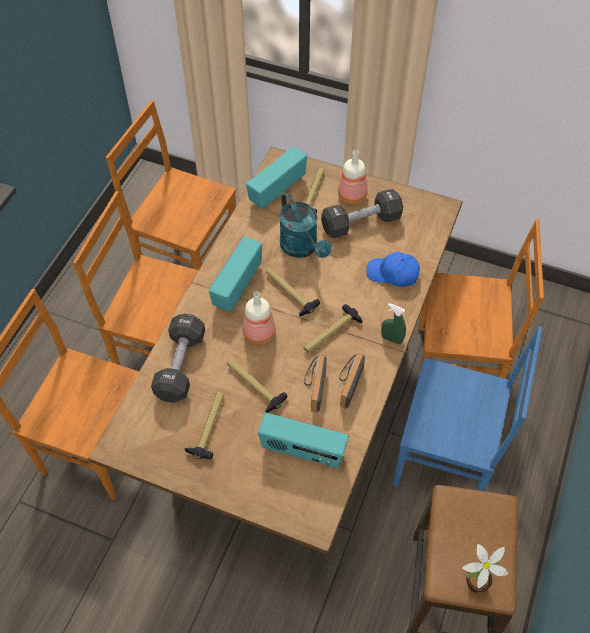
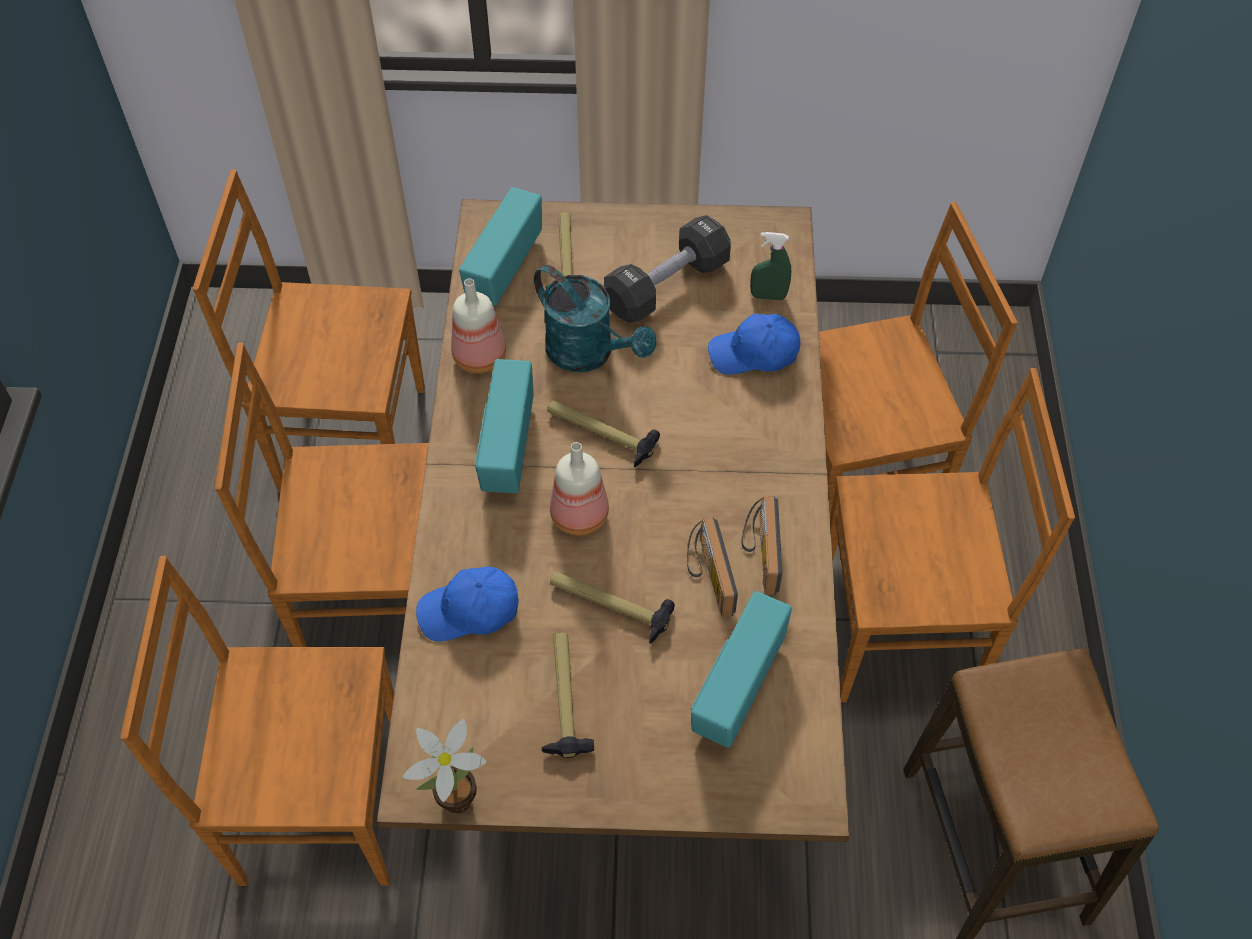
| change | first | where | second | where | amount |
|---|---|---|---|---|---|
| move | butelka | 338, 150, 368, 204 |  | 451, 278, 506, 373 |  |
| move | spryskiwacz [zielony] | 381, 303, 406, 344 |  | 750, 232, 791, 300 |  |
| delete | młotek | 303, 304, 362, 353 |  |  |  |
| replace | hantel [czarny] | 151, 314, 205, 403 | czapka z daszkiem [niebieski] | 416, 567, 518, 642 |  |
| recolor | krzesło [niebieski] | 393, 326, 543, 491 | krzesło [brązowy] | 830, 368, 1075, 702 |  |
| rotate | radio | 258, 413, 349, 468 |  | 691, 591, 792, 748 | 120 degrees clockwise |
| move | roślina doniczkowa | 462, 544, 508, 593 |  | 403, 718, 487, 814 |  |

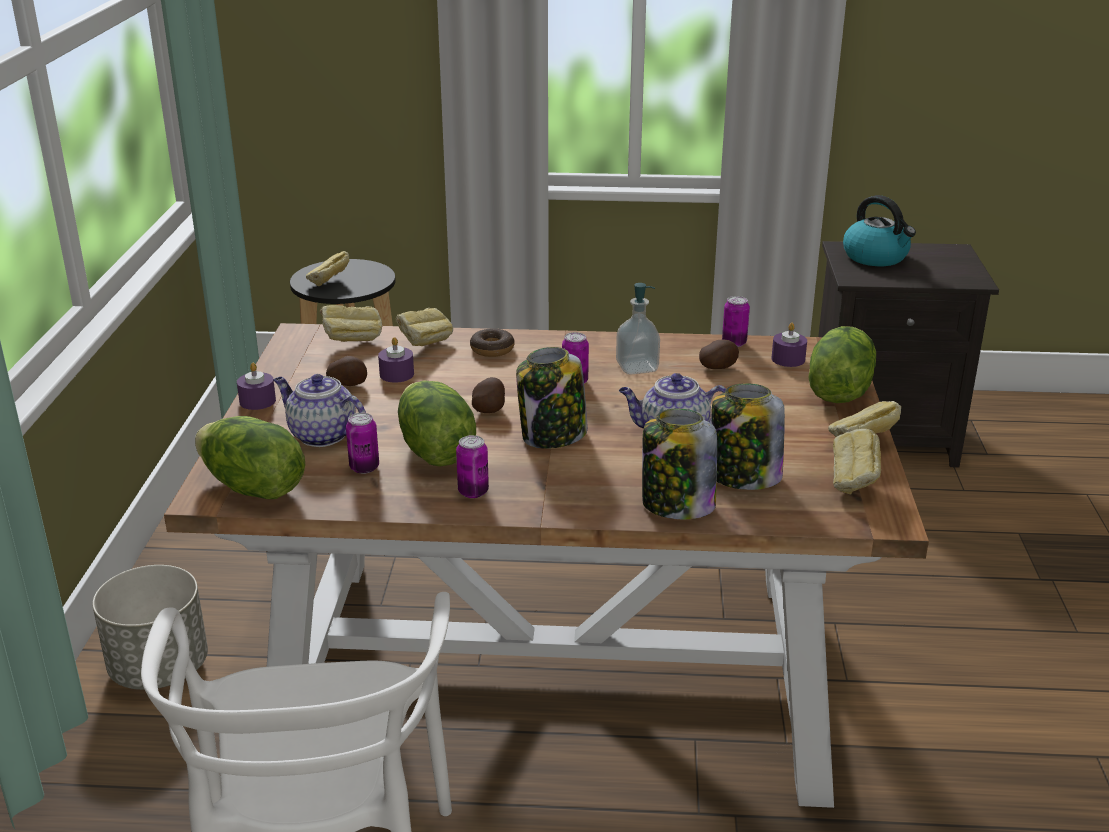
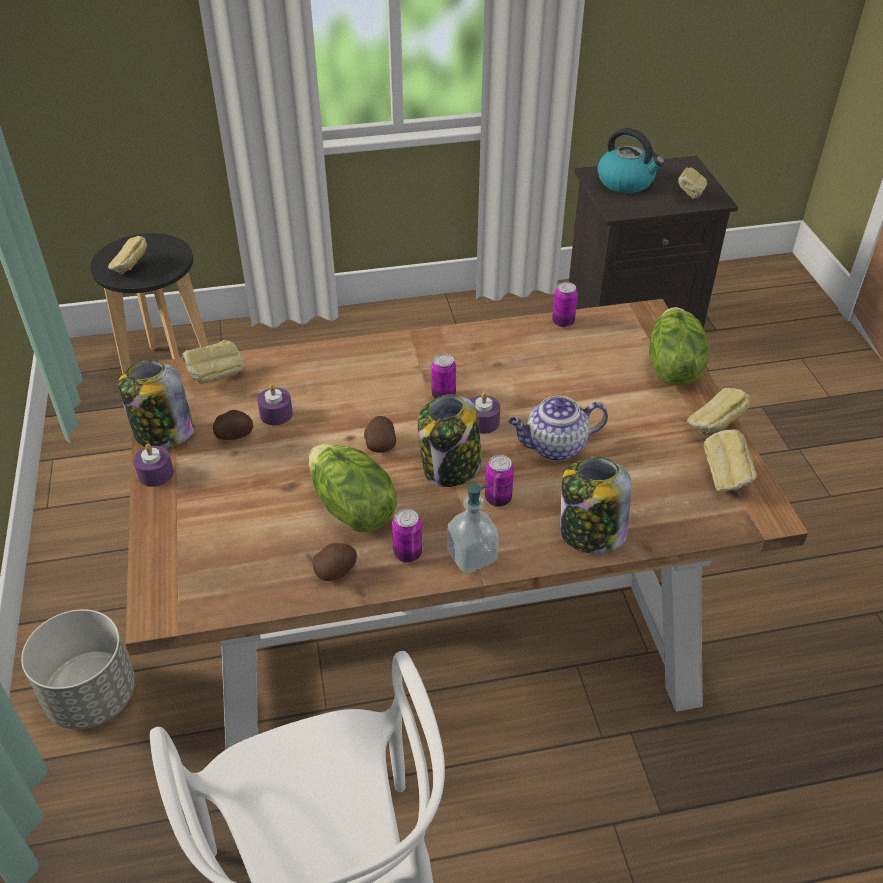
| change | first | where | second | where | amount |
|---|---|---|---|---|---|
| move | dozownik mydła | 616, 283, 660, 375 |  | 447, 484, 499, 573 |  |
| move | chleb | 396, 308, 453, 346 |  | 678, 168, 707, 198 |  |
| move | świeca [fioletowy] | 771, 323, 807, 367 |  | 470, 392, 500, 434 |  |
| delete | donut | 470, 328, 514, 357 |  |  |  |
| move | ziemniak | 699, 339, 739, 369 |  | 313, 543, 357, 581 |  |
| delete | imbryk | 273, 374, 366, 447 |  |  |  |
| move | słoik | 711, 383, 785, 490 |  | 118, 360, 195, 448 |  |
| move | puszka | 346, 413, 379, 474 |  | 485, 455, 514, 507 |  |
| delete | sałata | 195, 416, 305, 499 |  |  |  |

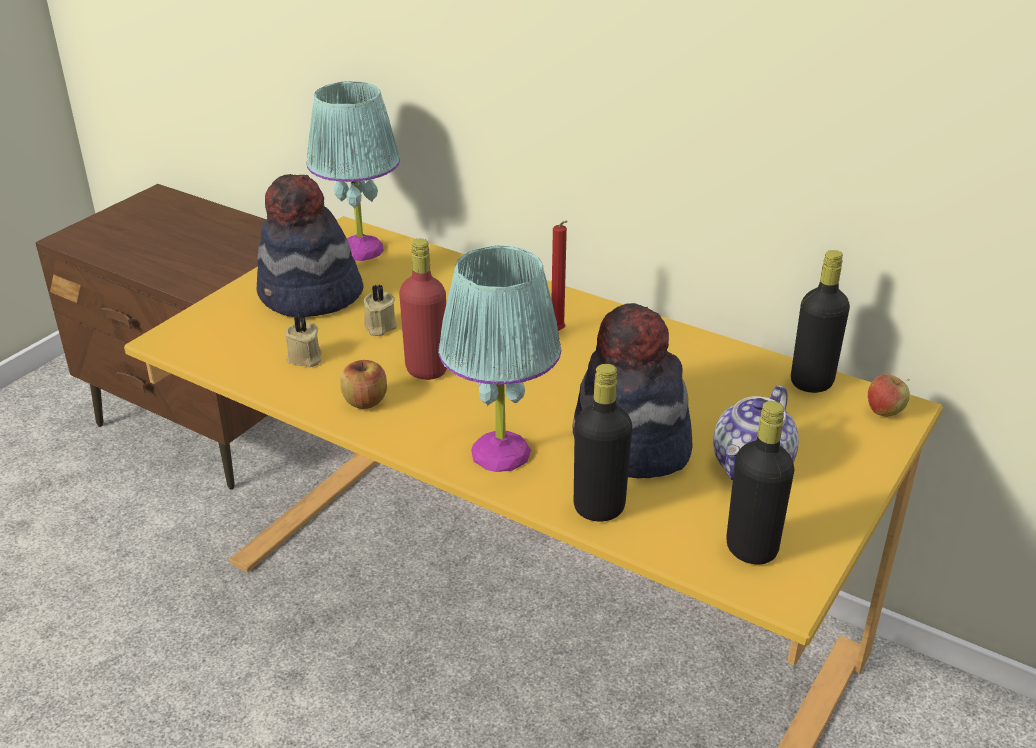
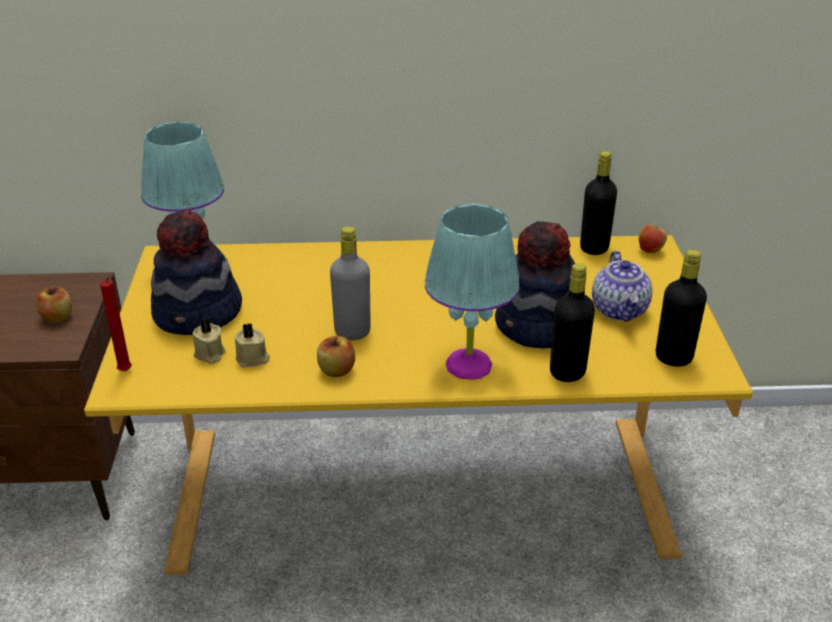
| change | first | where | second | where | amount |
|---|---|---|---|---|---|
| move | świeca [czerwony] | 552, 221, 568, 331 |  | 100, 275, 132, 371 |  |
| recolor | butelka [czerwony] | 399, 239, 447, 380 | butelka [szary] | 330, 226, 371, 340 |  |
| move | świeca [beżowy] | 364, 285, 397, 336 |  | 192, 319, 225, 364 |  |
| insert |  |  | jabłko | 36, 287, 72, 323 |  |

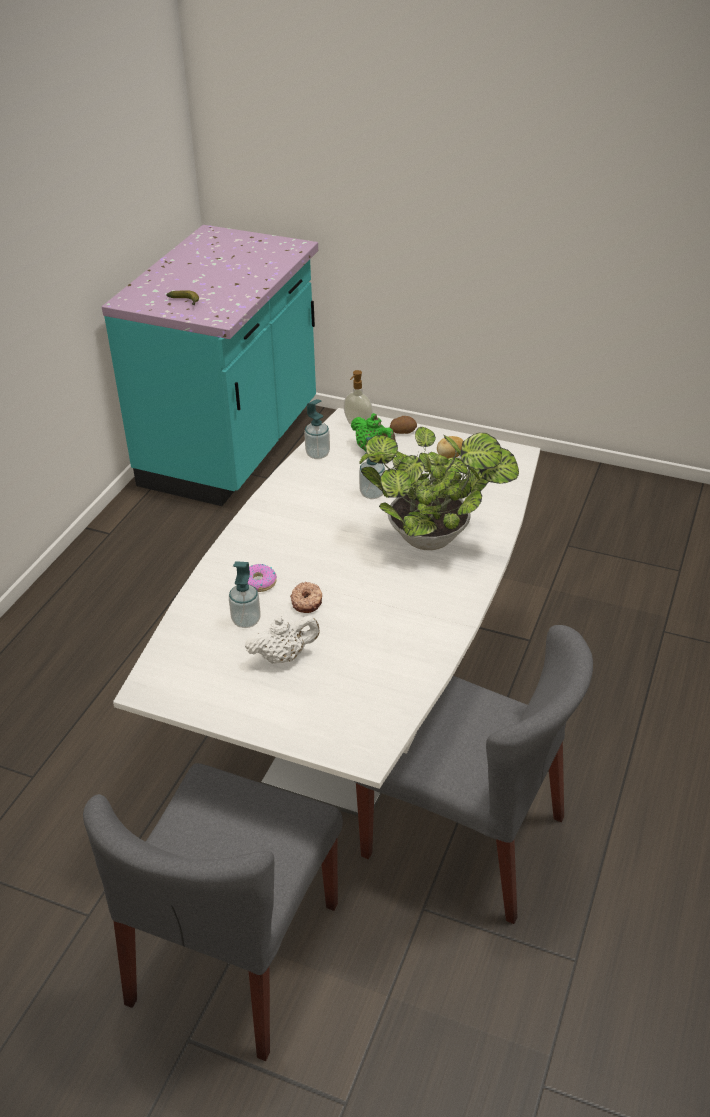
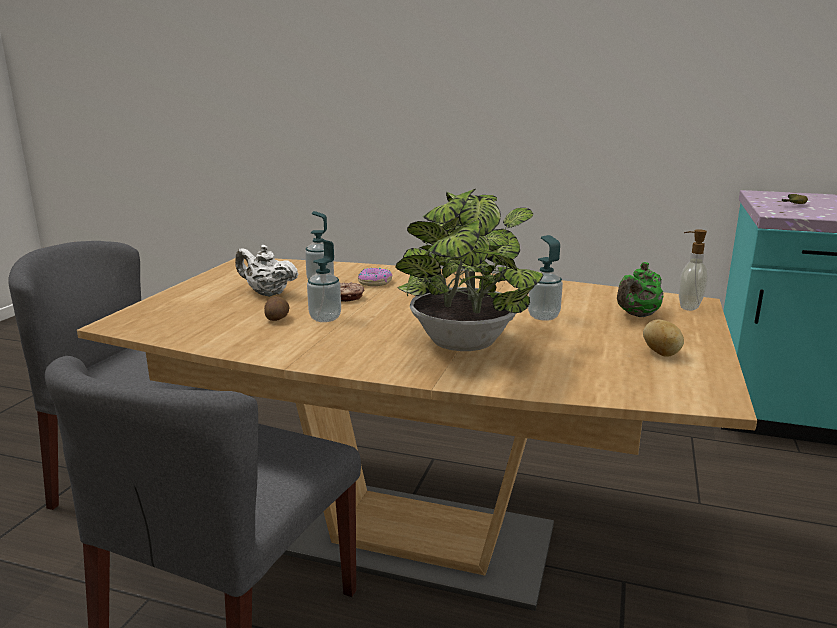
| change | first | where | second | where | amount |
|---|---|---|---|---|---|
| move | dozownik mydła | 304, 399, 330, 459 |  | 307, 238, 341, 322 |  |
| recolor | stół jadalny [biały] | 113, 408, 540, 816 | stół jadalny [brązowy] | 77, 258, 757, 611 |  |
| move | ziemniak | 390, 416, 417, 434 |  | 264, 296, 290, 321 |  |
| rotate | imbryk [biały] | 245, 616, 320, 664 |  | 235, 245, 299, 297 | 135 degrees clockwise |

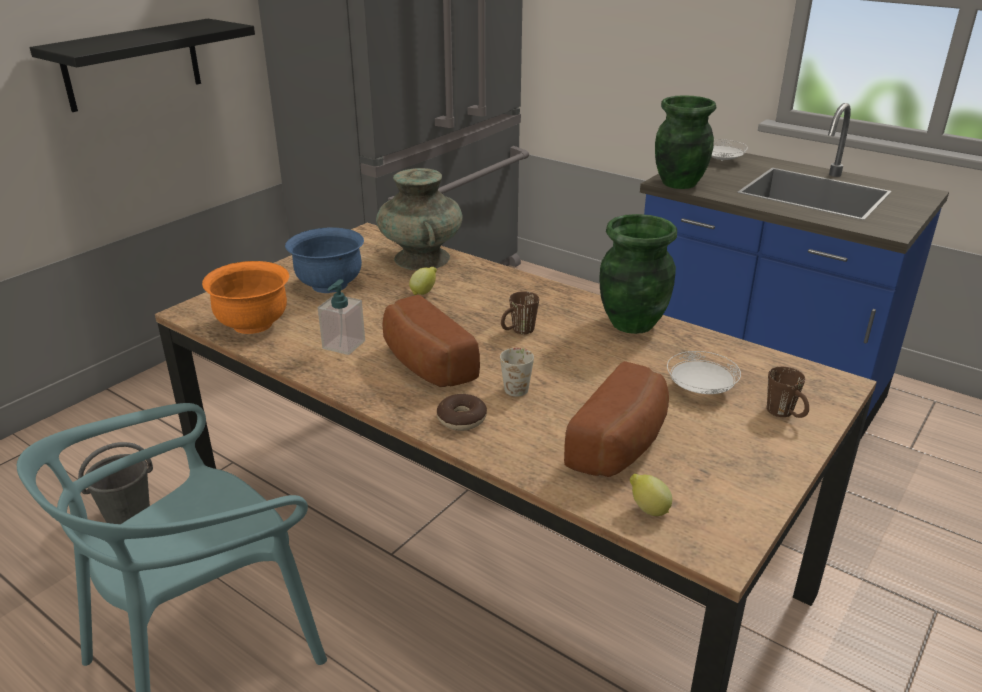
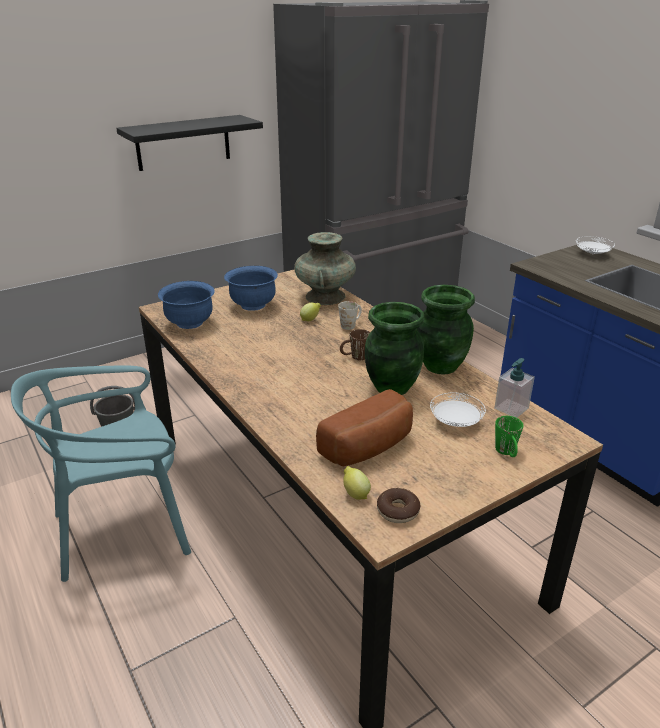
| change | first | where | second | where | amount |
|---|---|---|---|---|---|
| move | wazon [zielony] | 655, 95, 716, 189 |  | 365, 302, 424, 395 |  |
| recolor | miska [pomarańczowy] | 202, 261, 289, 334 | miska [niebieski] | 158, 281, 215, 329 |  |
| move | dozownik mydła | 318, 279, 365, 355 |  | 494, 358, 535, 418 |  |
| delete | chleb | 382, 295, 480, 387 |  |  |  |
| move | kubek [biały] | 500, 348, 534, 397 |  | 338, 301, 362, 330 |  |
| recolor | kubek [brązowy] | 767, 367, 809, 418 | kubek [zielony] | 495, 416, 524, 457 |  |
| move | donut | 437, 394, 487, 431 |  | 377, 488, 421, 523 |  |

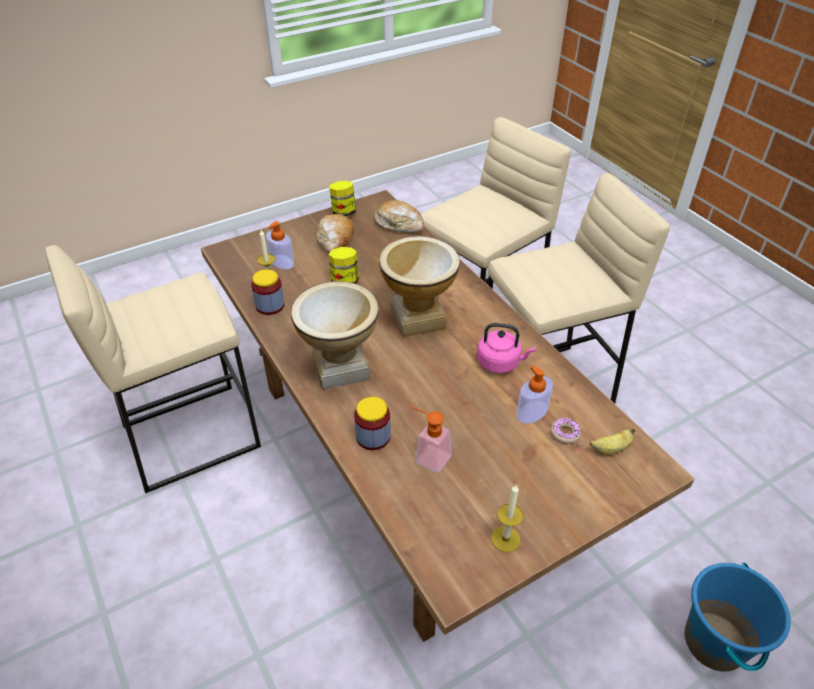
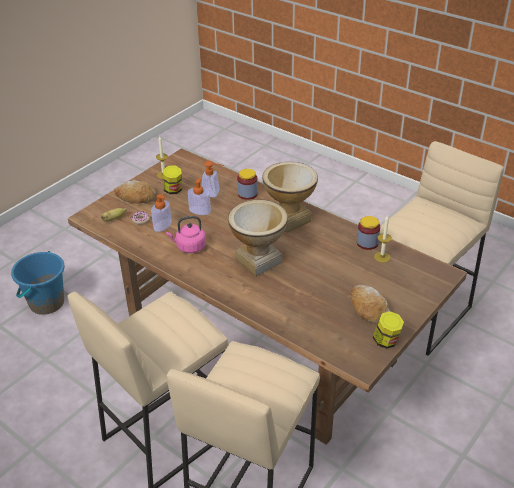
| change | first | where | second | where | amount |
|---|---|---|---|---|---|
| move | chleb | 374, 200, 424, 233 |  | 114, 180, 156, 204 |  |
| move | dozownik mydła | 266, 221, 294, 269 |  | 188, 178, 211, 215 |  |
| move | słoik | 329, 247, 359, 283 |  | 163, 165, 182, 194 |  |

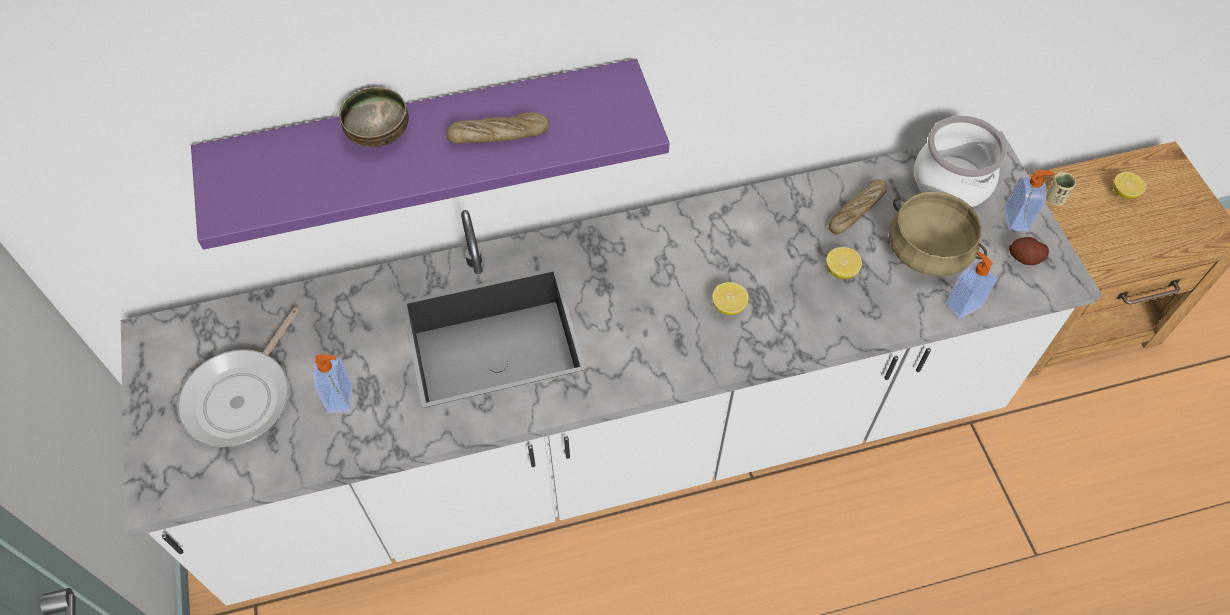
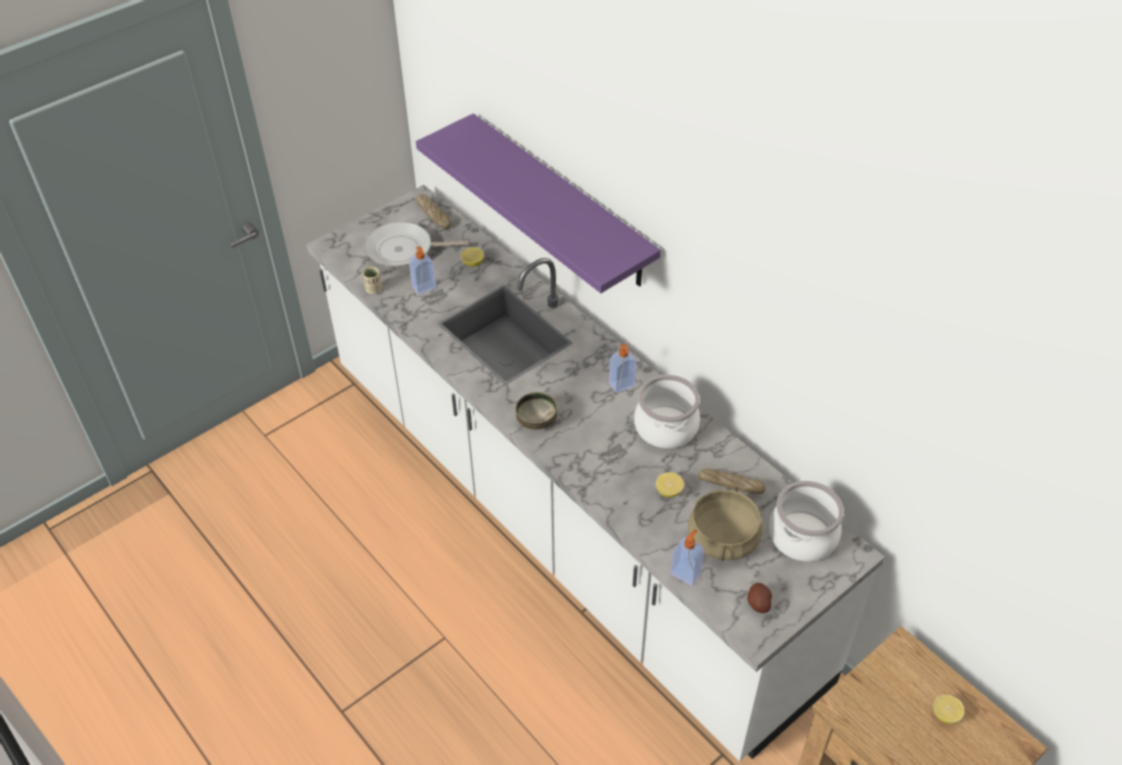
| change | first | where | second | where | amount |
|---|---|---|---|---|---|
| move | miska | 339, 87, 409, 147 |  | 515, 392, 558, 430 |  |
| move | chleb | 446, 112, 549, 143 |  | 416, 195, 451, 229 |  |
| move | dozownik mydła | 1004, 170, 1054, 231 |  | 609, 343, 637, 393 |  |
| move | filiżanka [beżowy] | 1046, 172, 1076, 206 |  | 363, 267, 382, 294 |  |
| move | cytryna | 712, 282, 749, 315 |  | 461, 247, 484, 267 |  |
| insert |  |  | garnek | 634, 375, 700, 449 |  |

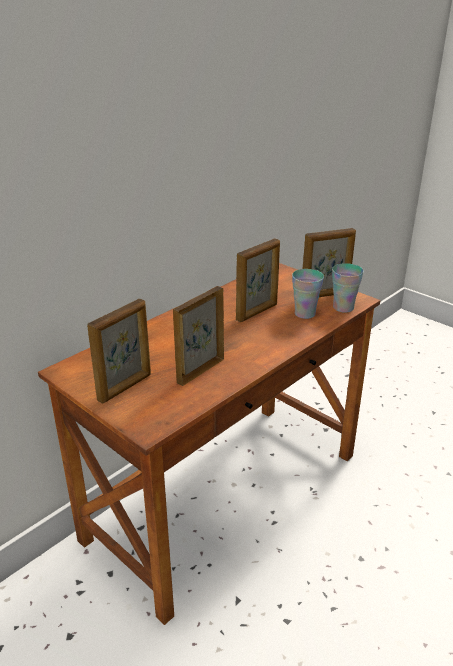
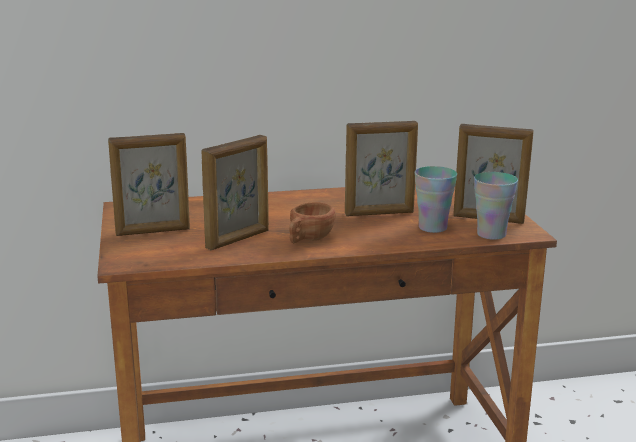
| change | first | where | second | where | amount |
|---|---|---|---|---|---|
| rotate | ramka na zdjęcie | 173, 286, 224, 386 |  | 201, 135, 269, 250 | 150 degrees clockwise |
| insert |  |  | filiżanka [brązowy] | 289, 202, 336, 243 |  |

